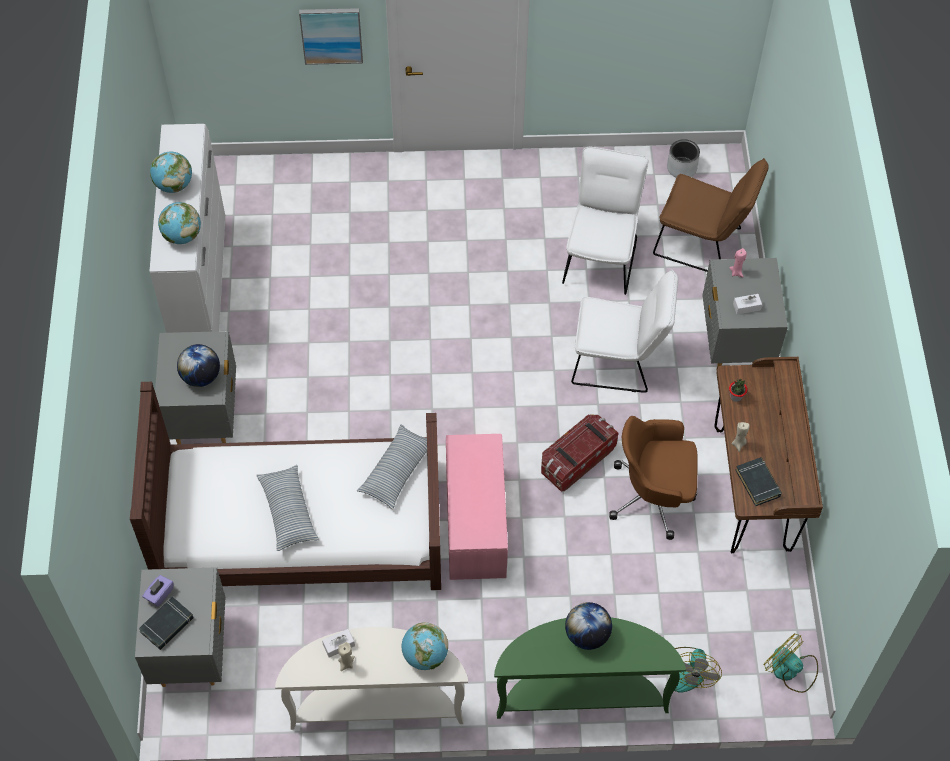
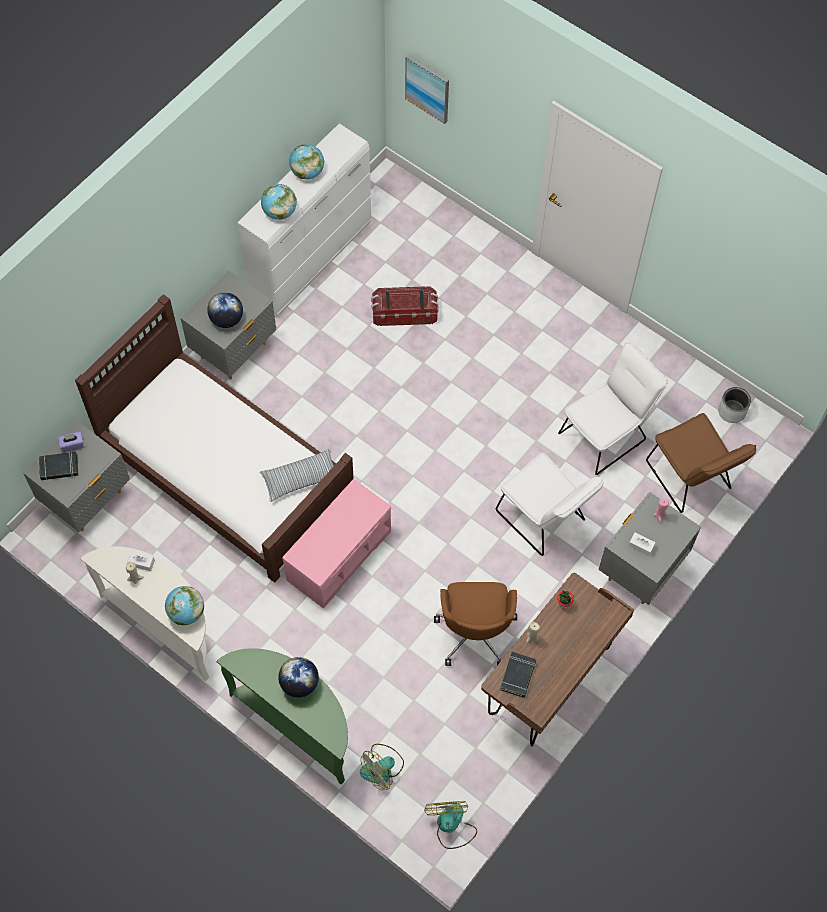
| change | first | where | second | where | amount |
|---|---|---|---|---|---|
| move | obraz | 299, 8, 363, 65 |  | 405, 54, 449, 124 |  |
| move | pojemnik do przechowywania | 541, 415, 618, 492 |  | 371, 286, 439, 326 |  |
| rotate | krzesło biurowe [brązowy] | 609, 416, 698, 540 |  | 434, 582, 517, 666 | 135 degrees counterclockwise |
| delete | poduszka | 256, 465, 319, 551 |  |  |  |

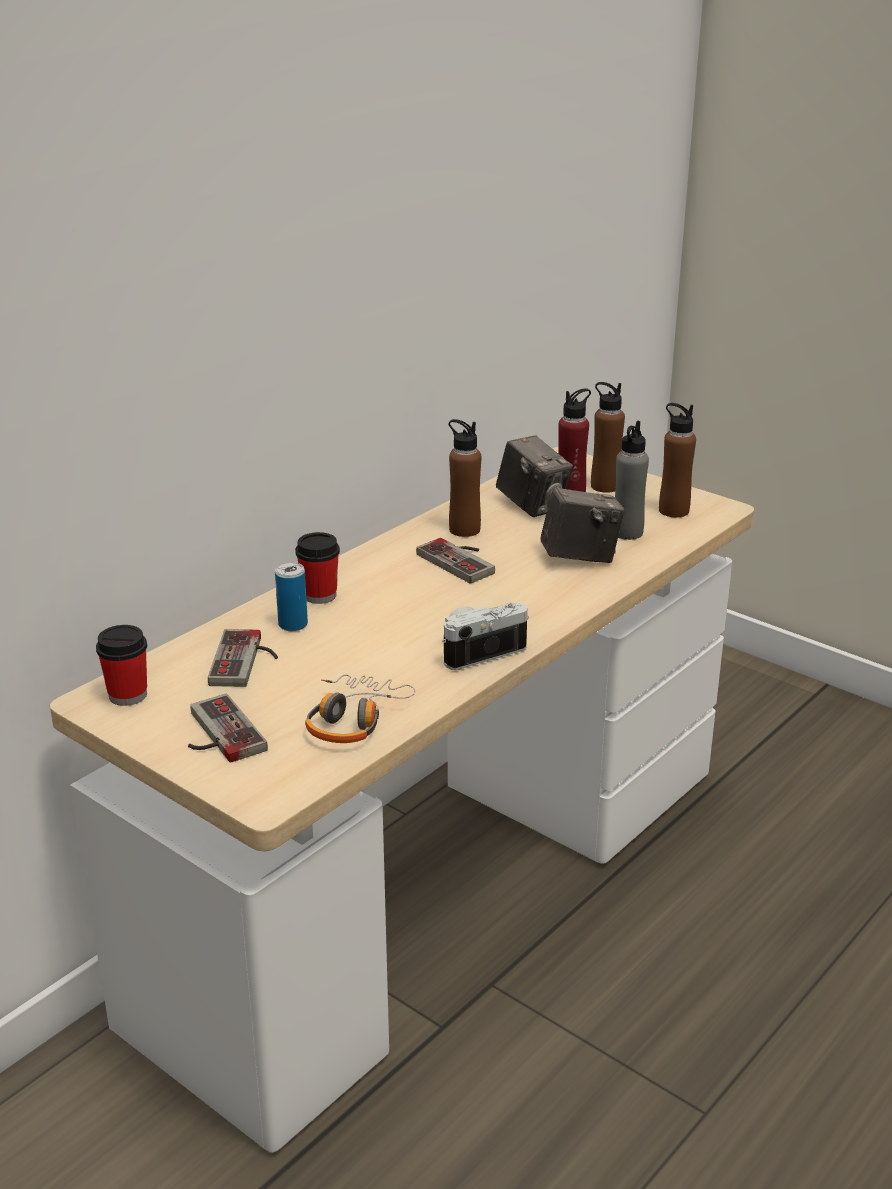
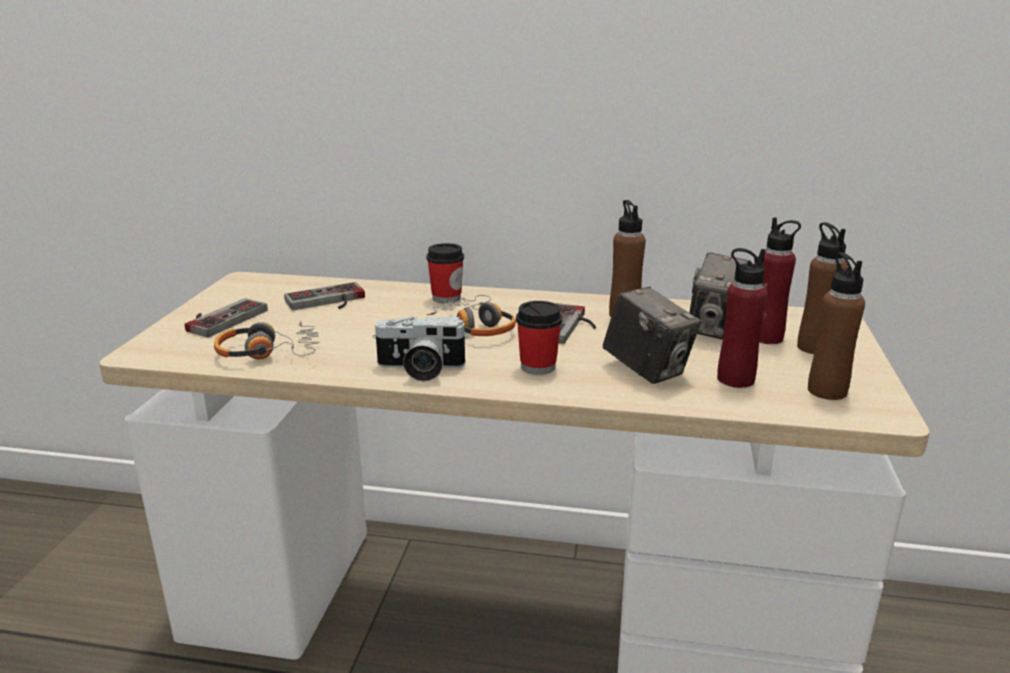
| change | first | where | second | where | amount |
|---|---|---|---|---|---|
| recolor | butelka [szary] | 615, 421, 649, 540 | butelka [czerwony] | 717, 248, 767, 388 |  |
| delete | puszka | 275, 562, 308, 631 |  |  |  |
| rotate | aparat fotograficzny | 442, 603, 529, 670 |  | 372, 317, 468, 381 | 150 degrees clockwise |
| move | filiżanka | 96, 625, 147, 706 |  | 516, 301, 562, 375 |  |
| insert |  |  | słuchawki | 427, 295, 516, 336 |  |

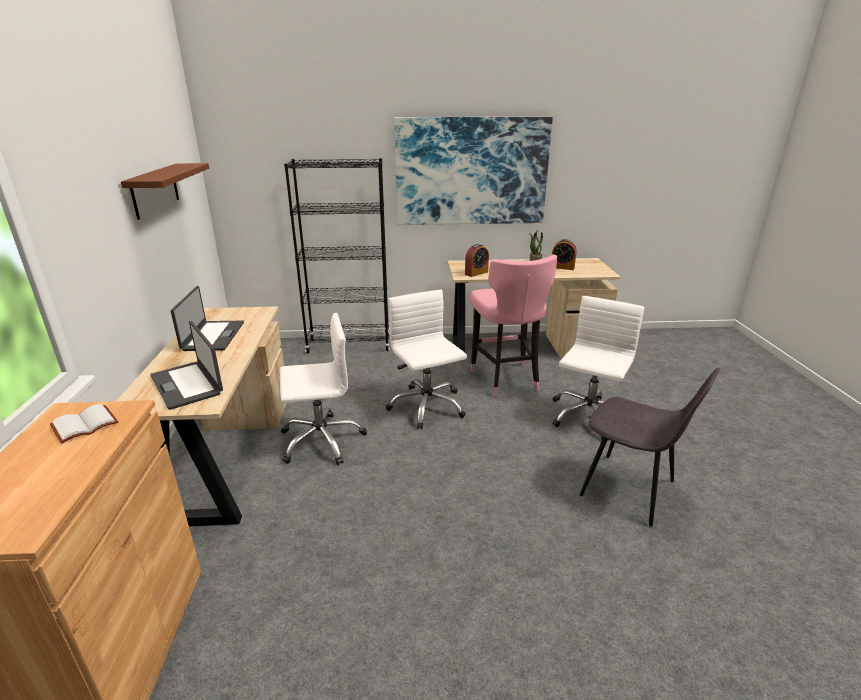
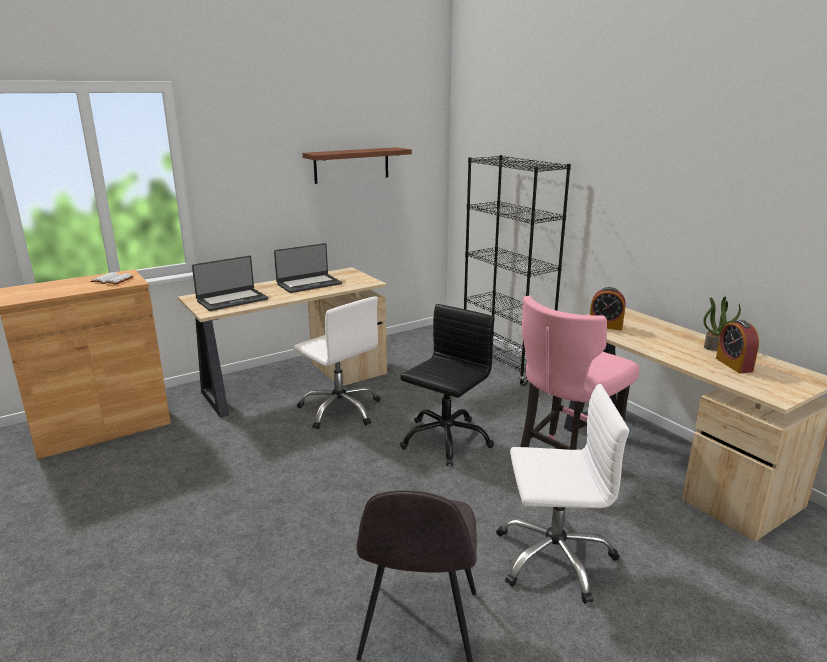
| change | first | where | second | where | amount |
|---|---|---|---|---|---|
| delete | obraz | 394, 117, 553, 225 |  |  |  |
| recolor | krzesło biurowe [biały] | 386, 290, 467, 429 | krzesło biurowe [czarny] | 400, 304, 495, 466 |  |
| rotate | laptop | 150, 321, 223, 410 |  | 192, 256, 268, 311 | 150 degrees counterclockwise |

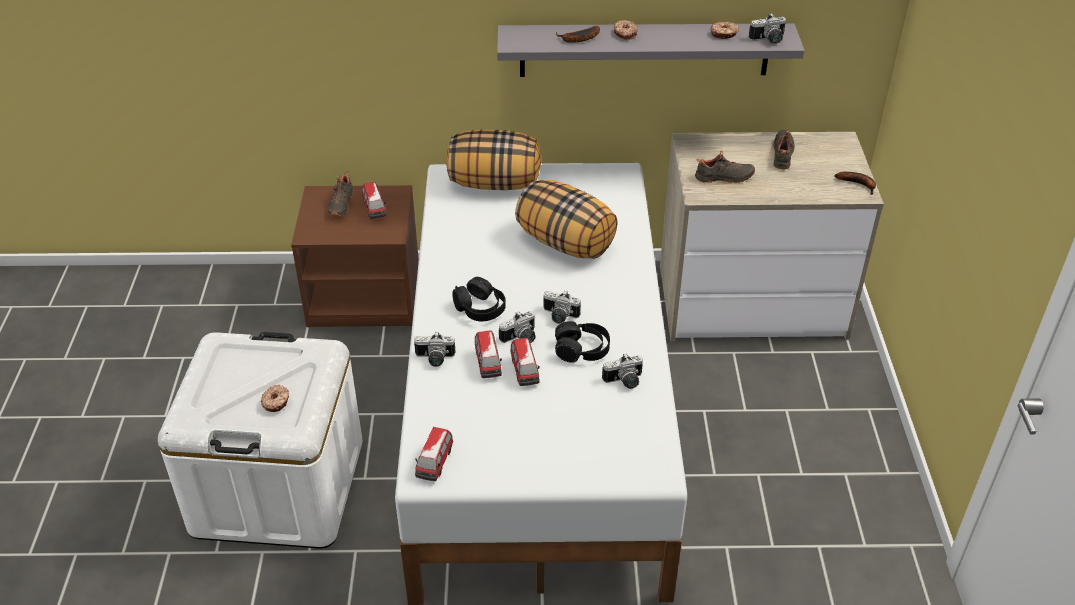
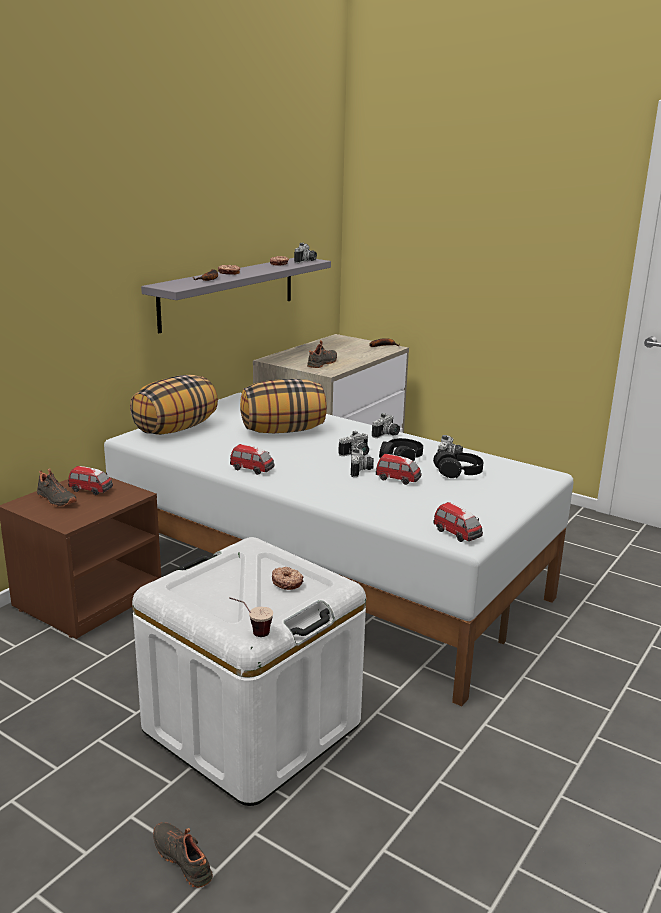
| change | first | where | second | where | amount |
|---|---|---|---|---|---|
| move | but [czarny] | 773, 129, 795, 169 |  | 153, 822, 213, 888 |  |
| move | słuchawki [czarny] | 452, 277, 505, 321 |  | 433, 450, 483, 478 |  |
| move | samochodzik | 475, 331, 502, 378 |  | 230, 444, 275, 475 |  |
| move | aparat fotograficzny | 414, 332, 456, 367 |  | 372, 413, 400, 438 |  |
| insert |  |  | filiżanka | 229, 597, 273, 637 |  |

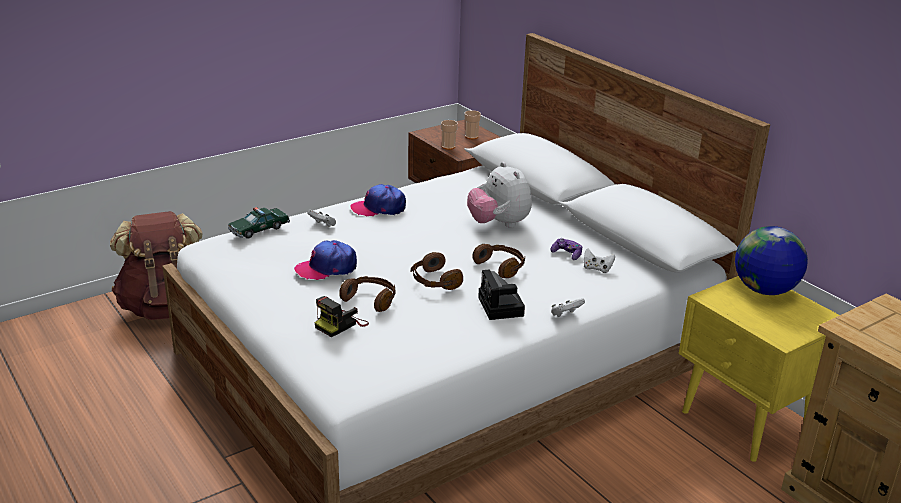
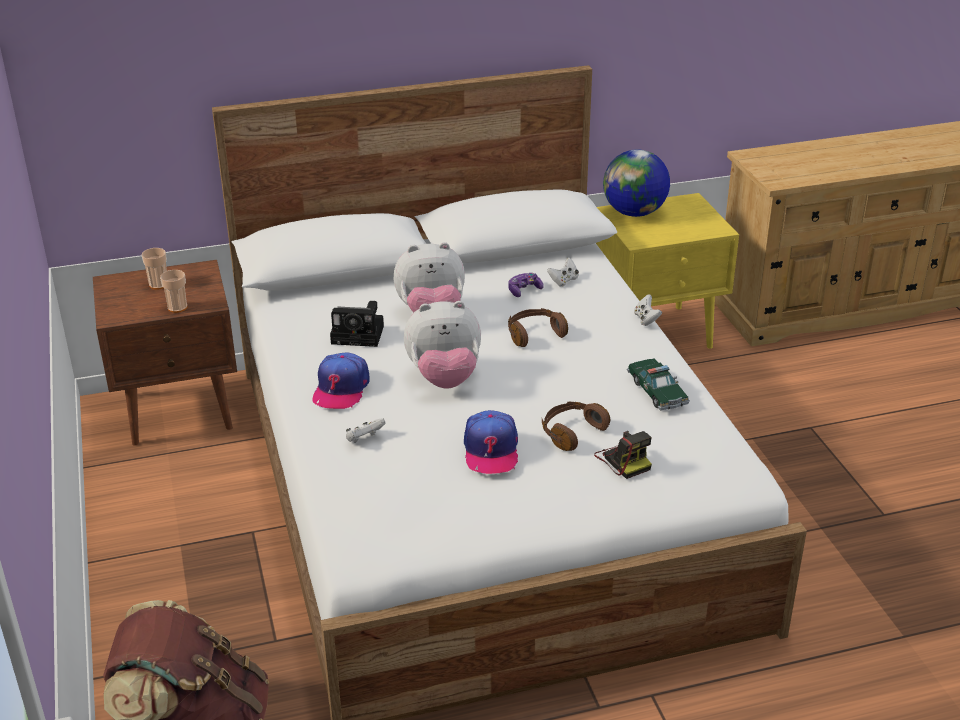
| change | first | where | second | where | amount |
|---|---|---|---|---|---|
| move | samochodzik | 228, 207, 290, 239 |  | 627, 358, 690, 411 |  |
| delete | słuchawki [brązowy] | 411, 252, 463, 290 |  |  |  |
| move | aparat fotograficzny | 478, 269, 525, 320 |  | 330, 301, 384, 347 |  |
| insert |  |  | pluszak | 404, 301, 481, 389 |  |

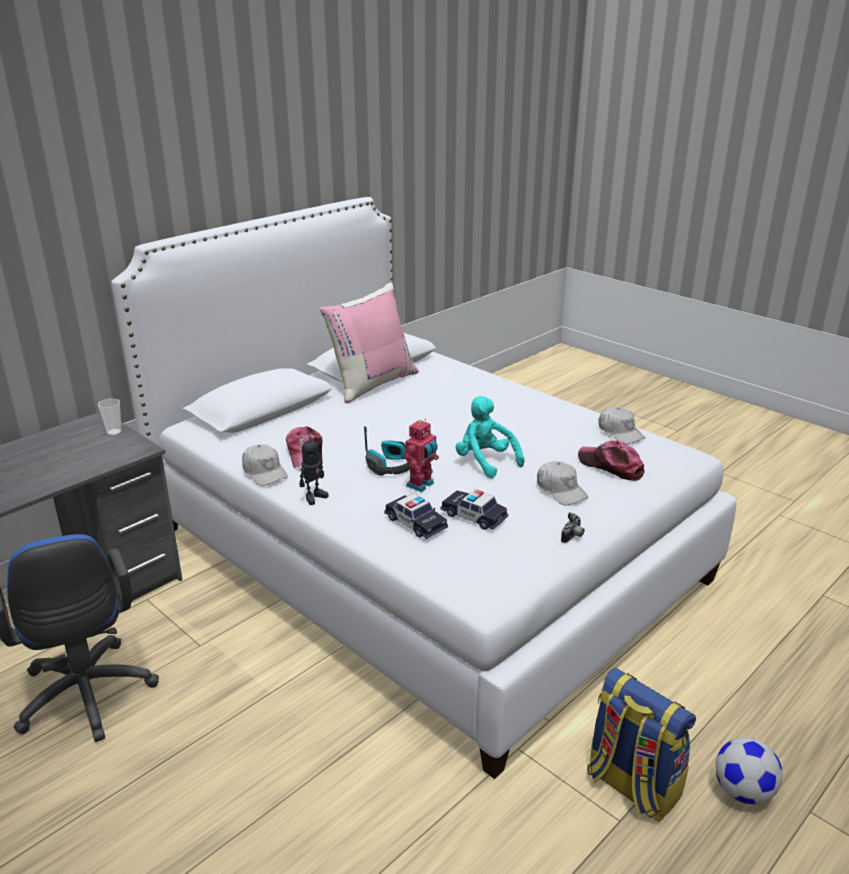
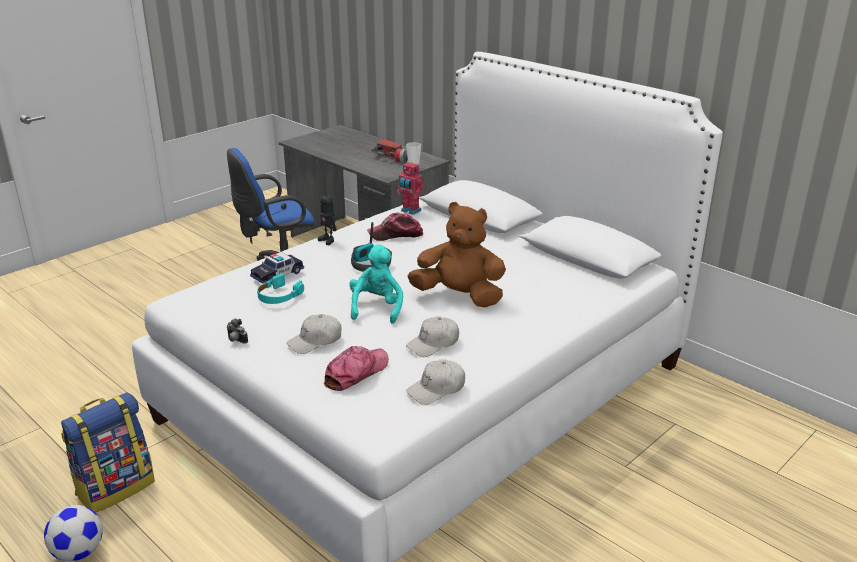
| change | first | where | second | where | amount |
|---|---|---|---|---|---|
| delete | poduszka [różowy] | 320, 283, 419, 403 |  |  |  |
| rotate | pluszak [turkusowy] | 456, 396, 525, 478 |  | 349, 245, 403, 324 | 45 degrees counterclockwise |
| move | robot zabawkowy | 404, 419, 439, 492 |  | 397, 161, 424, 215 |  |
| move | czapka z daszkiem [biały] | 242, 444, 288, 486 |  | 406, 316, 459, 357 |  |
| replace | samochodzik | 441, 490, 508, 530 | słuchawki [turkusowy] | 257, 274, 304, 304 |  |
| insert |  |  | latarka | 372, 140, 408, 163 |  |
| insert |  |  | pluszak [brązowy] | 408, 202, 506, 308 |  |

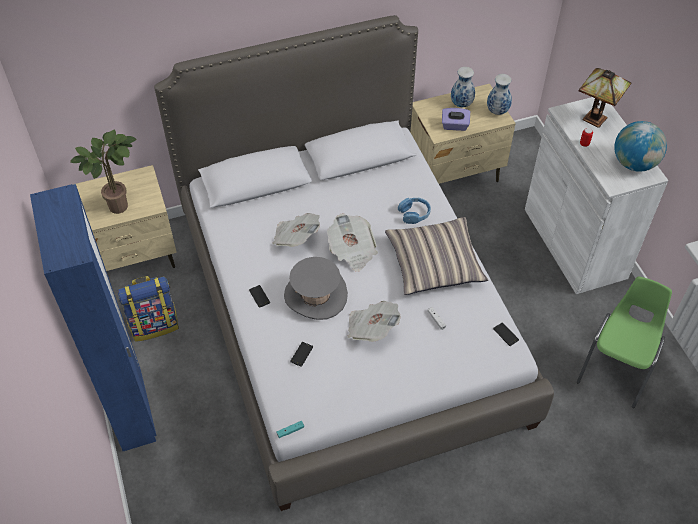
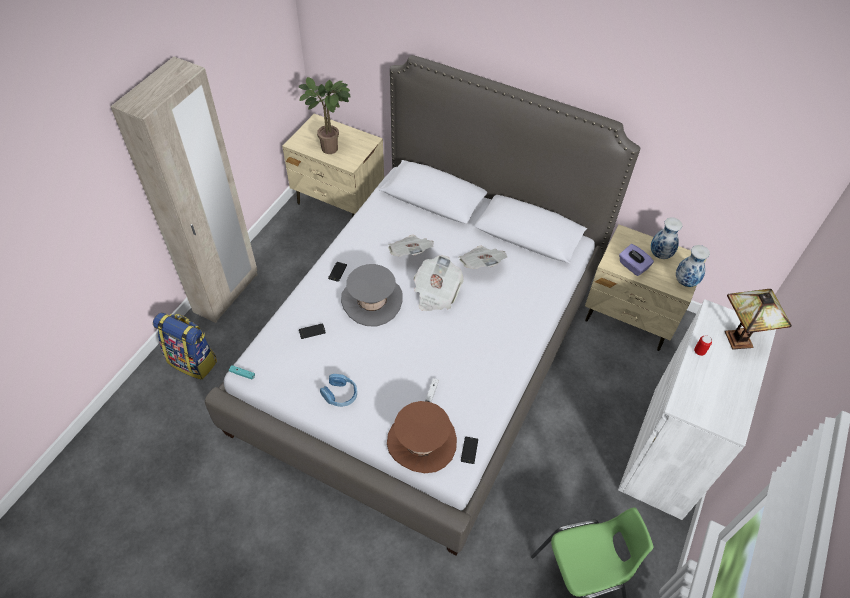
| change | first | where | second | where | amount |
|---|---|---|---|---|---|
| delete | globus | 614, 121, 667, 172 |  |  |  |
| recolor | szafa [niebieski] | 30, 184, 157, 451 | szafa [beżowy] | 110, 57, 258, 323 |  |
| move | słuchawki [niebieski] | 398, 198, 431, 224 |  | 320, 374, 357, 407 |  |
| delete | poduszka | 385, 217, 488, 295 |  |  |  |
| move | plecak | 118, 276, 179, 342 |  | 153, 313, 217, 380 |  |
| move | gazeta | 348, 301, 401, 342 |  | 459, 246, 508, 269 |  |
| insert |  |  | kapelusz [brązowy] | 387, 401, 457, 473 |  |

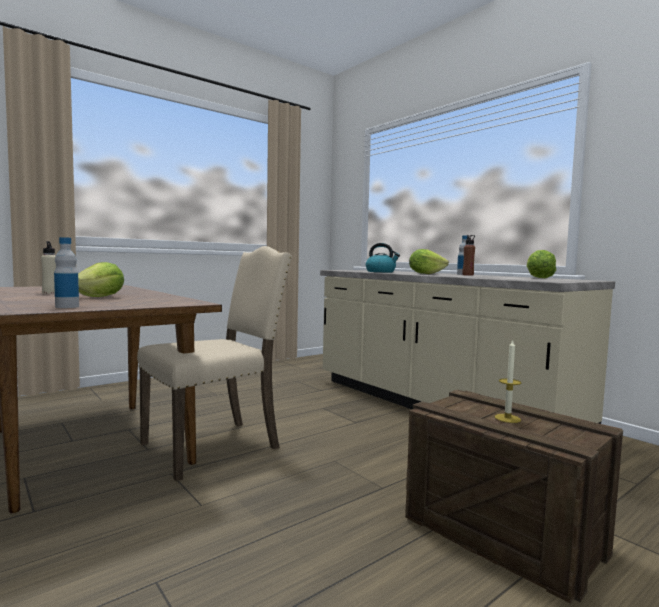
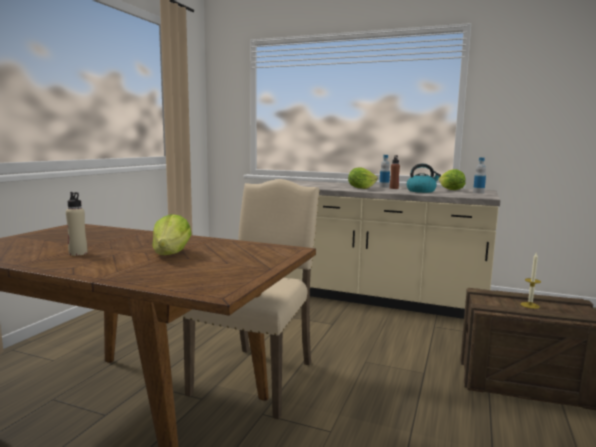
| change | first | where | second | where | amount |
|---|---|---|---|---|---|
| move | butelka | 54, 237, 79, 308 |  | 473, 157, 486, 193 |  |
| move | czajnik | 366, 243, 400, 272 |  | 407, 164, 441, 193 |  |

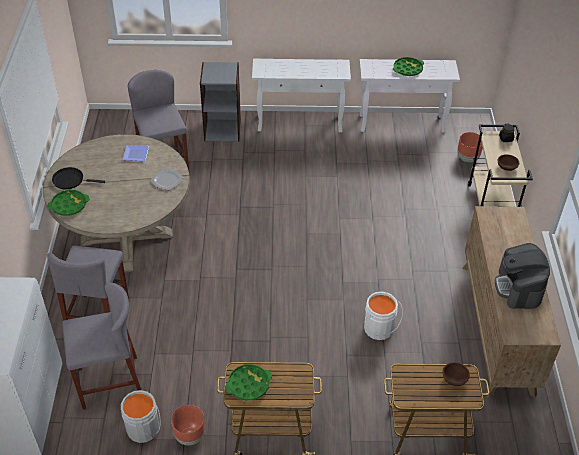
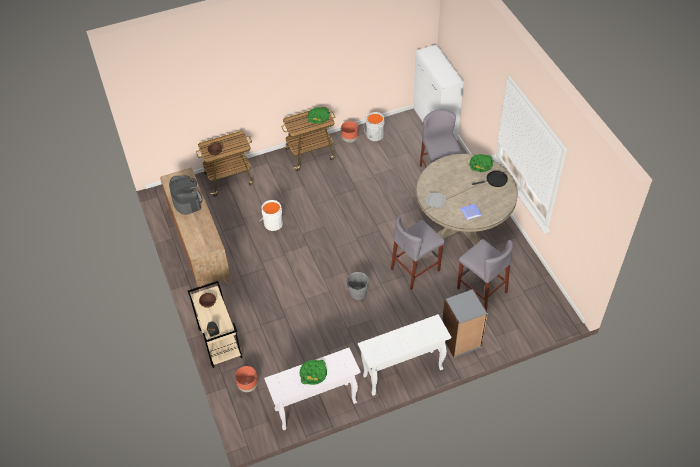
| change | first | where | second | where | amount |
|---|---|---|---|---|---|
| move | stołek [szary] | 62, 283, 142, 410 |  | 391, 217, 445, 290 |  |
| insert |  |  | wiadro [szary] | 346, 272, 370, 300 |  |

